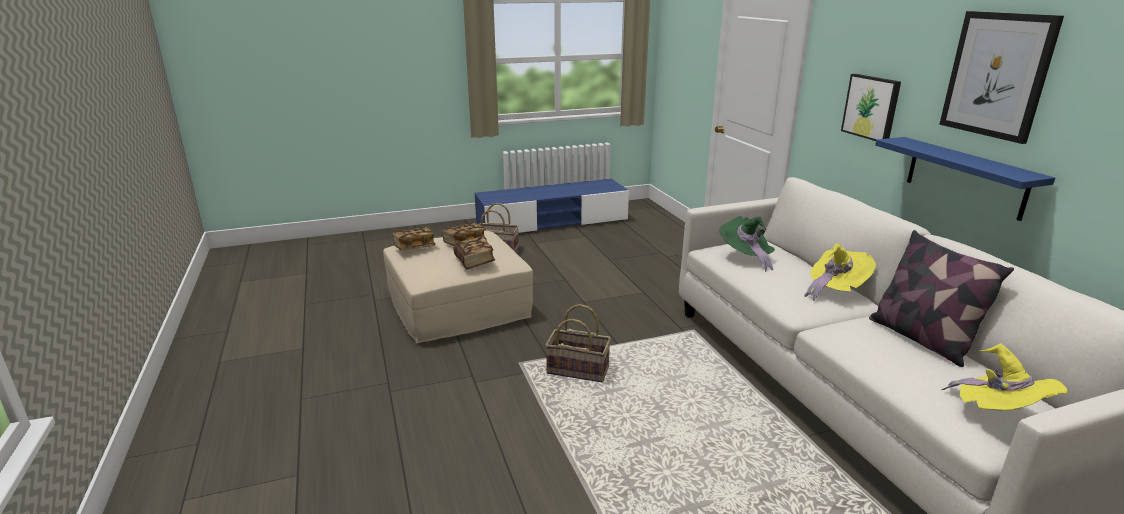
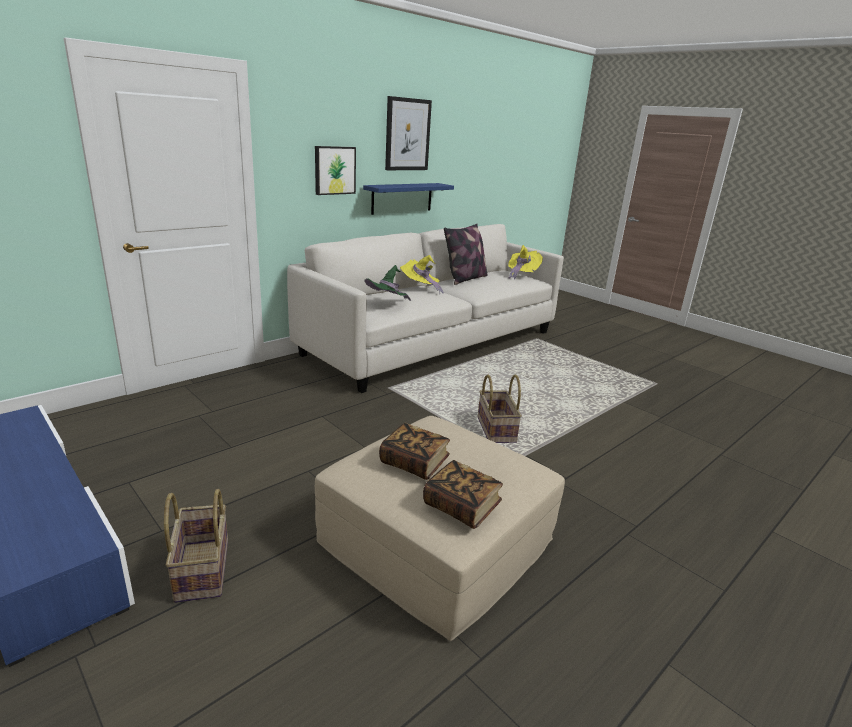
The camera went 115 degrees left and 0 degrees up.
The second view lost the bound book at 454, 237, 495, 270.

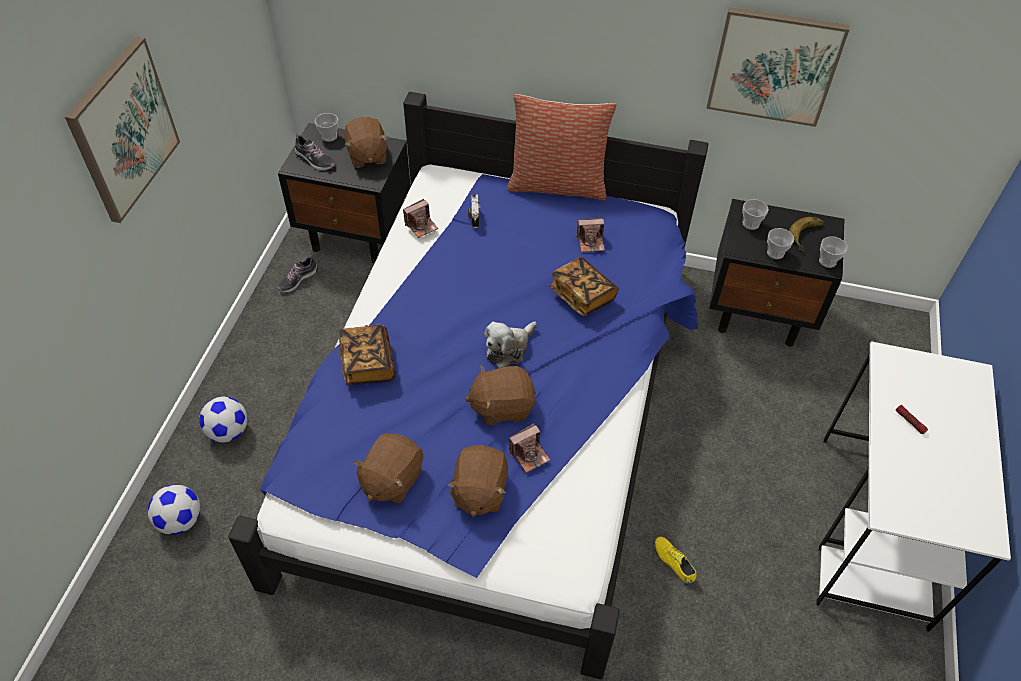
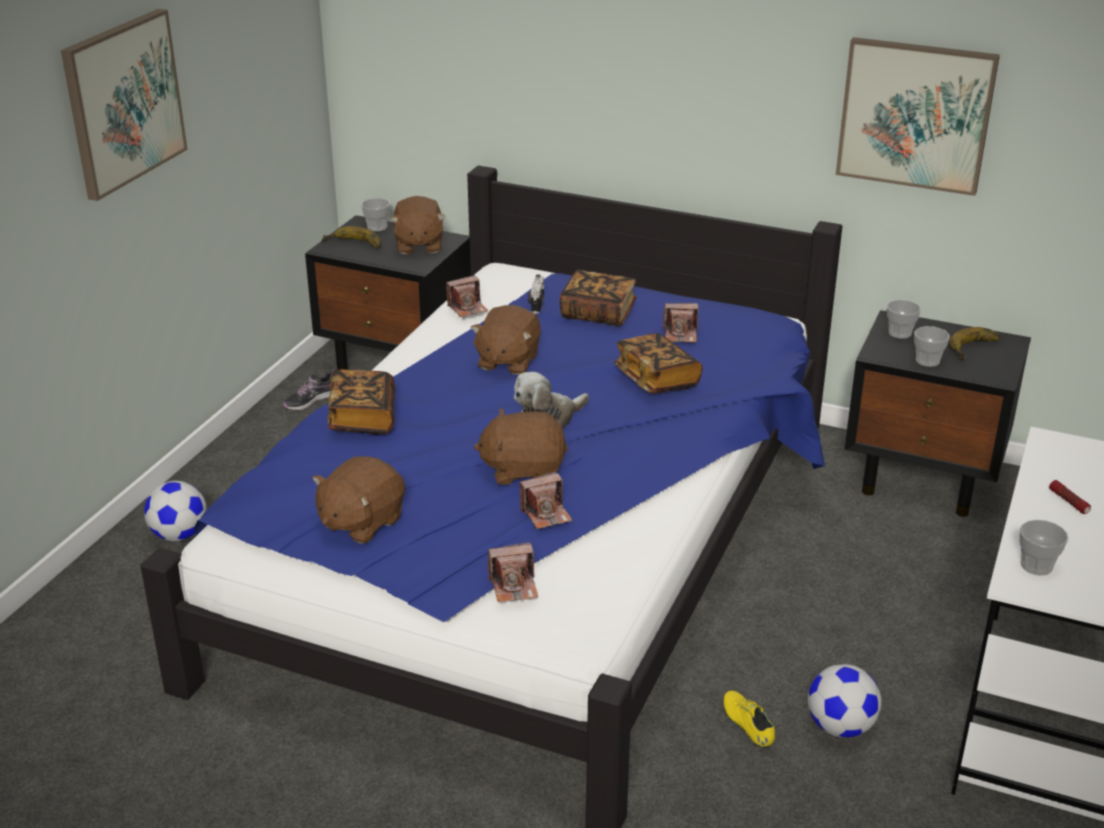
The camera went 10 degrees right and 20 degrees down.
The football ended up elsewhere, having gone from 148, 485, 200, 535 to 807, 664, 882, 738.
Where the shoe stood at 294, 133, 335, 170, the banana came to stand at 322, 226, 381, 249.
The brown soft toy ended up elsewhere, having gone from 447, 445, 508, 517 to 471, 305, 541, 375.
The second view lost the cushion at 507, 94, 616, 201.
The small cup ended up elsewhere, having gone from 819, 236, 848, 268 to 1019, 520, 1068, 575.
The second view gained the photo camera at 488, 542, 538, 602.
The second view gained the bound book at 560, 270, 637, 326.

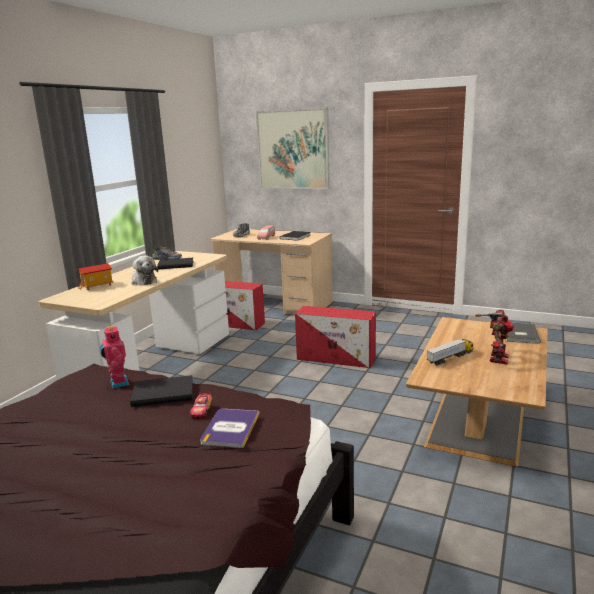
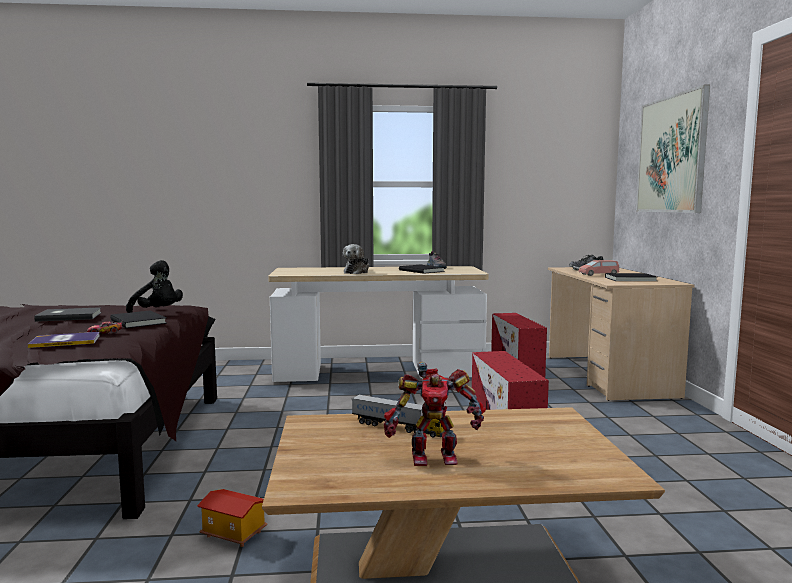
The camera went 60 degrees right and 10 degrees down.
The toy house ended up elsewhere, having gone from 77, 263, 114, 290 to 197, 489, 268, 547.
Where the model robot stood at 100, 325, 129, 389, the black soft toy came to stand at 126, 260, 183, 313.
The greyish bound book ended up elsewhere, having gone from 505, 323, 541, 344 to 34, 307, 102, 322.

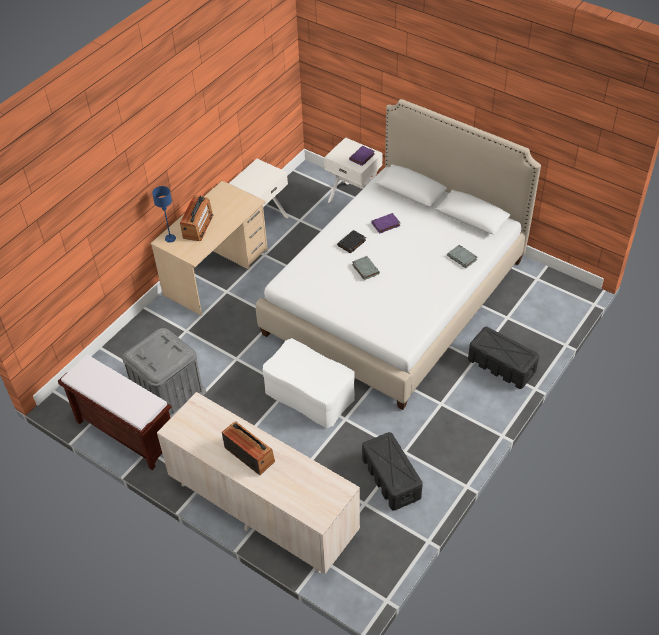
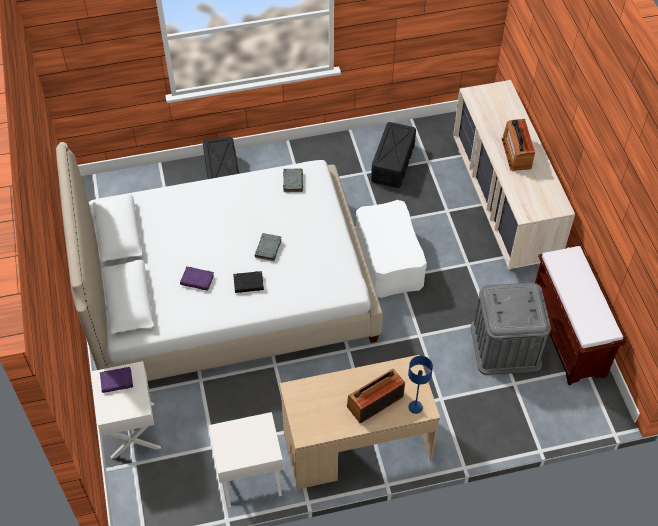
The camera went 140 degrees left and 5 degrees up.
The greyish bound book ended up elsewhere, having gone from 447, 245, 477, 268 to 283, 169, 303, 192.

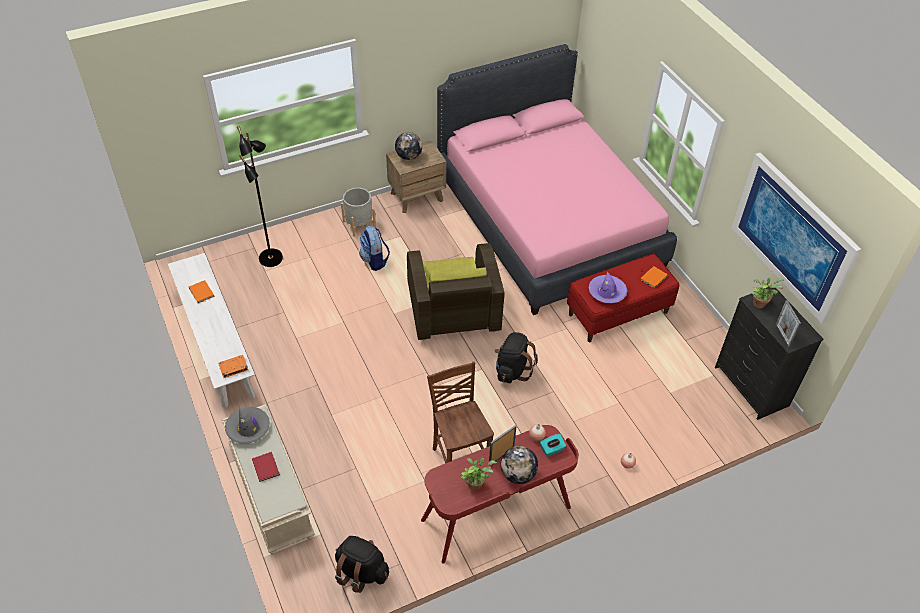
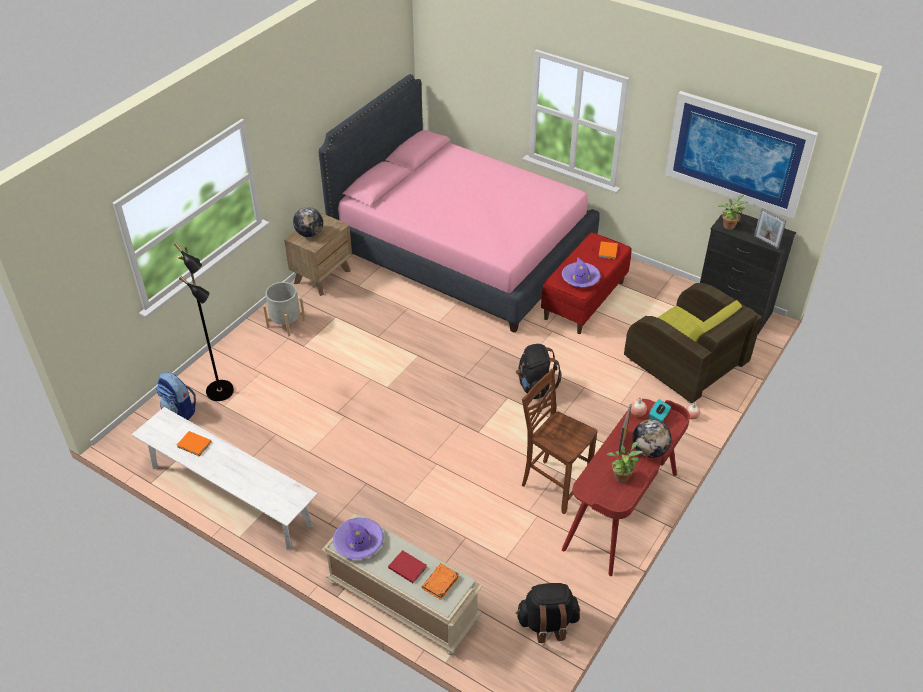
The camera went 30 degrees left and 5 degrees down.
The orange bound book ended up elsewhere, having gone from 218, 355, 248, 378 to 422, 563, 459, 600.
What was the greyish wearable hat at 225, 407, 270, 444 turned into the purplish wearable hat at 333, 517, 384, 559.
The backpack ended up elsewhere, having gone from 359, 225, 390, 271 to 156, 372, 196, 420.
The brown easy chair ended up elsewhere, having gone from 407, 243, 505, 340 to 624, 283, 762, 403.

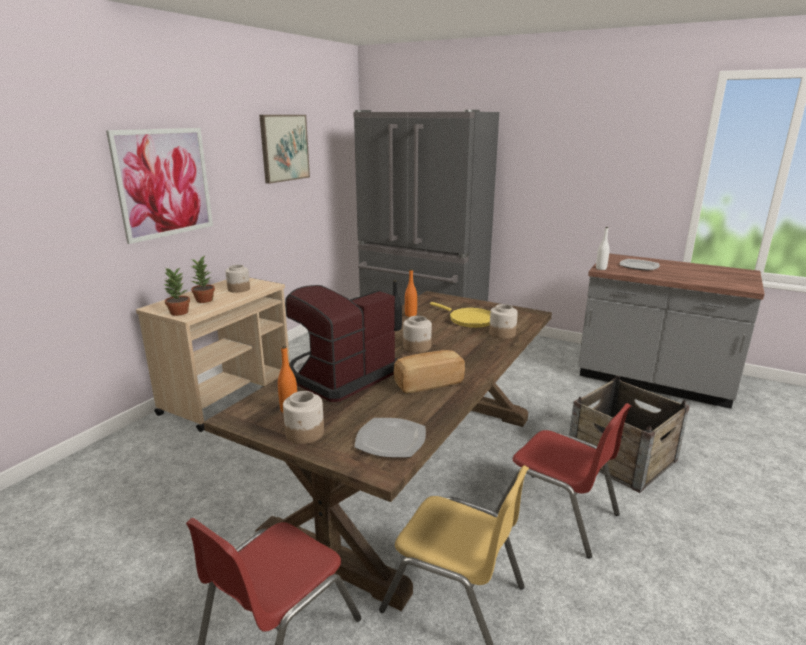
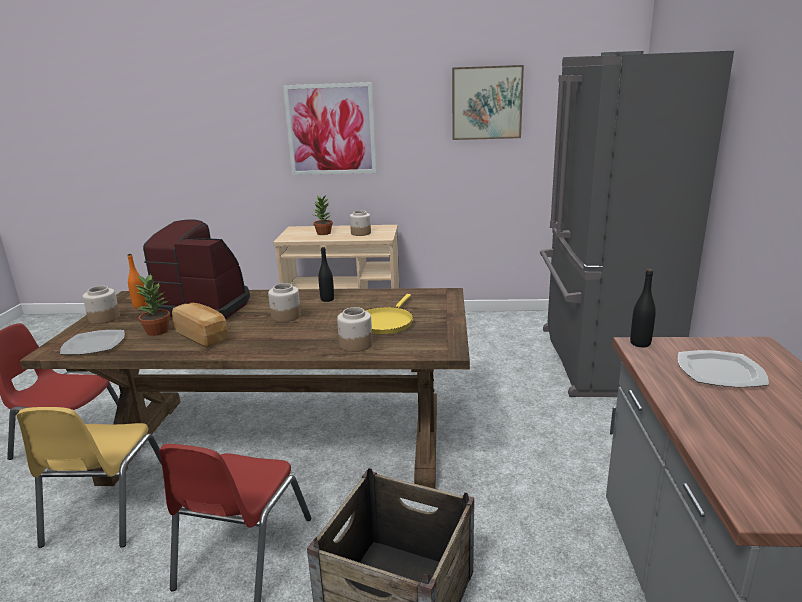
The camera went 65 degrees right and 0 degrees up.
The plant in a pot ended up elsewhere, having gone from 163, 267, 190, 316 to 136, 274, 171, 336.
The second view lost the orange bottle at 405, 269, 417, 317.
What was the white-coloured bottle at 596, 227, 610, 270 turned into the black bottle at 630, 269, 656, 347.

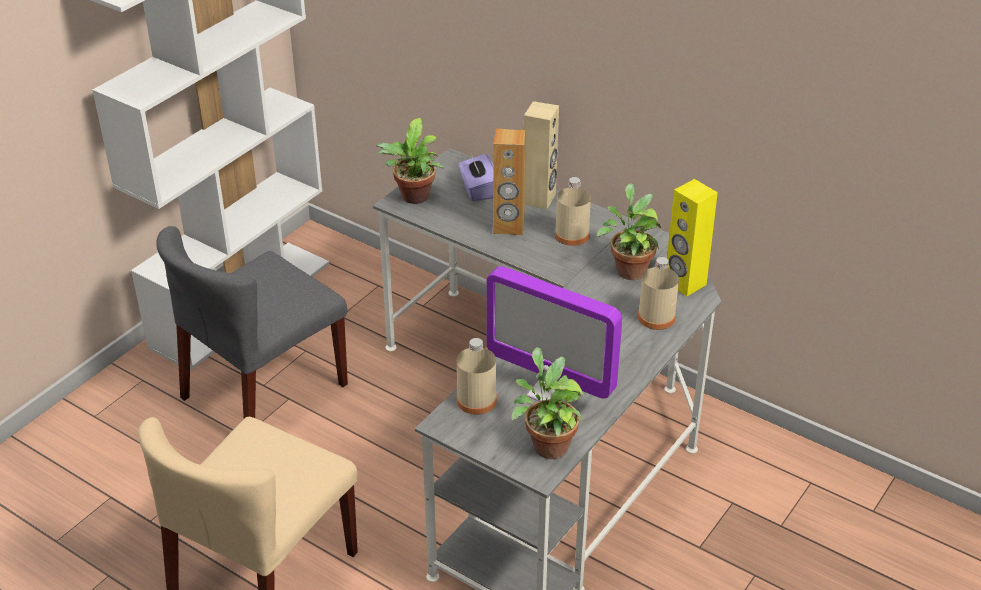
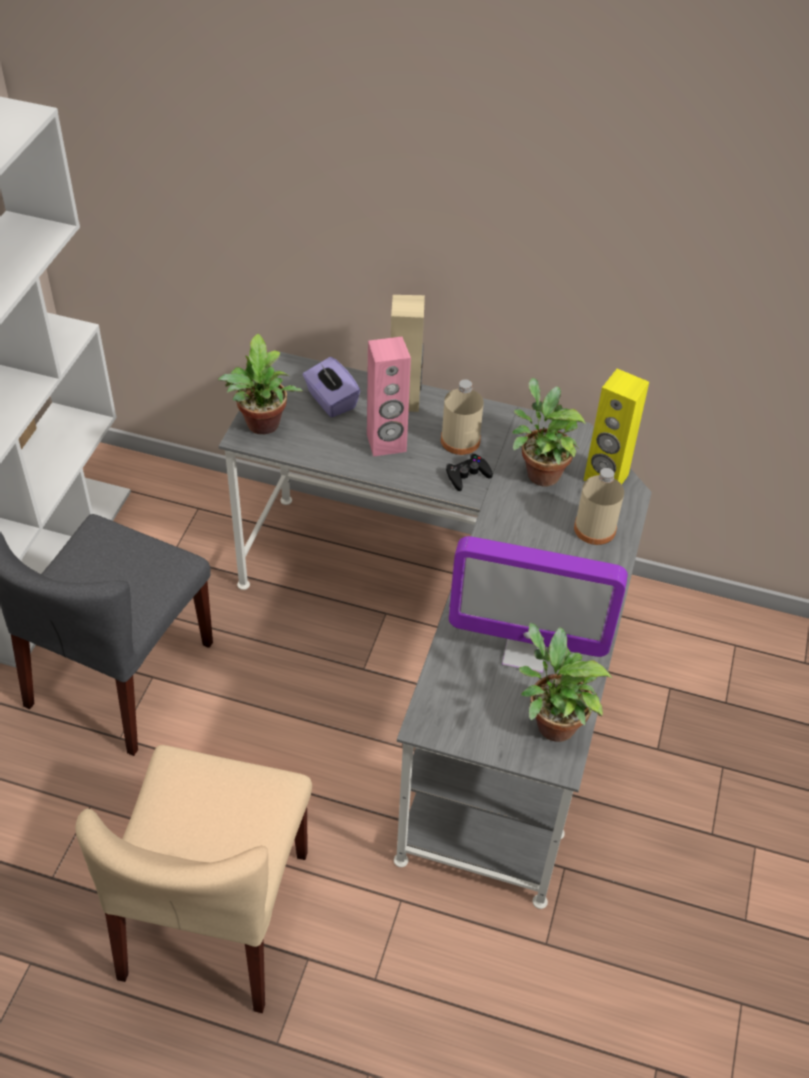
The camera went 20 degrees left and 10 degrees up.
The second view lost the beige-coloured bottle at 457, 338, 497, 415.
What was the brown loudspeaker at 493, 129, 525, 235 turned into the pink loudspeaker at 367, 336, 411, 457.
The second view gained the black gamepad at 446, 453, 493, 491.

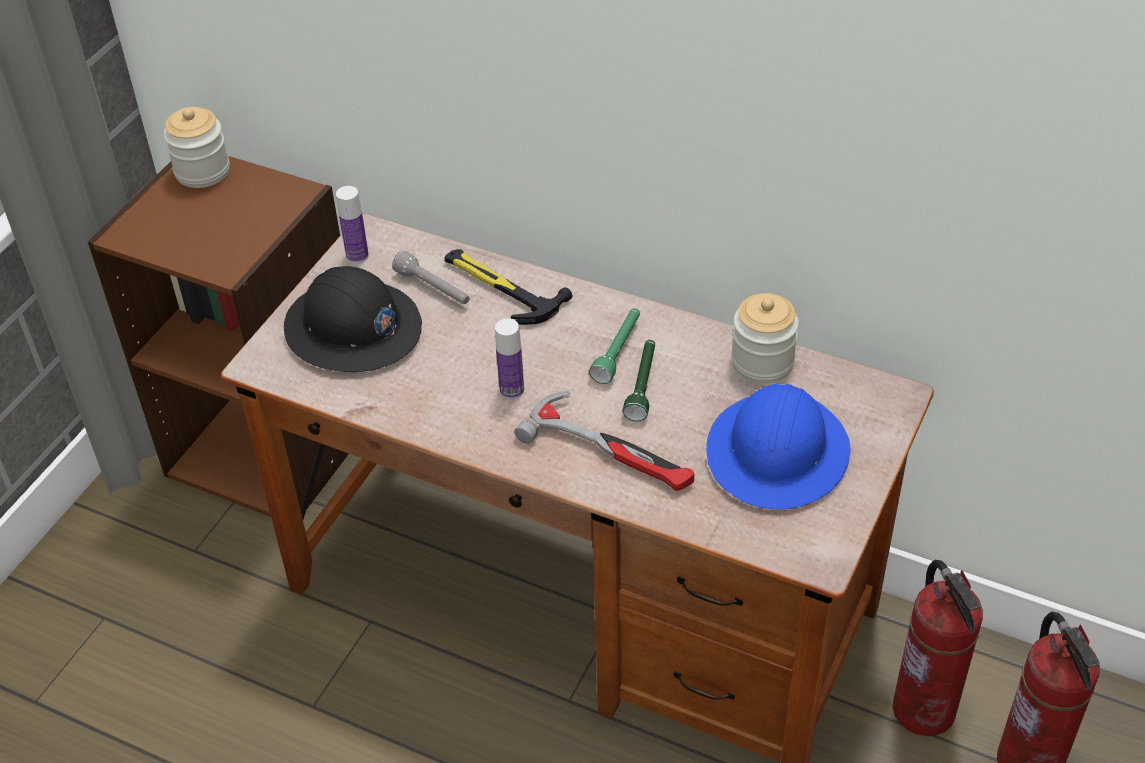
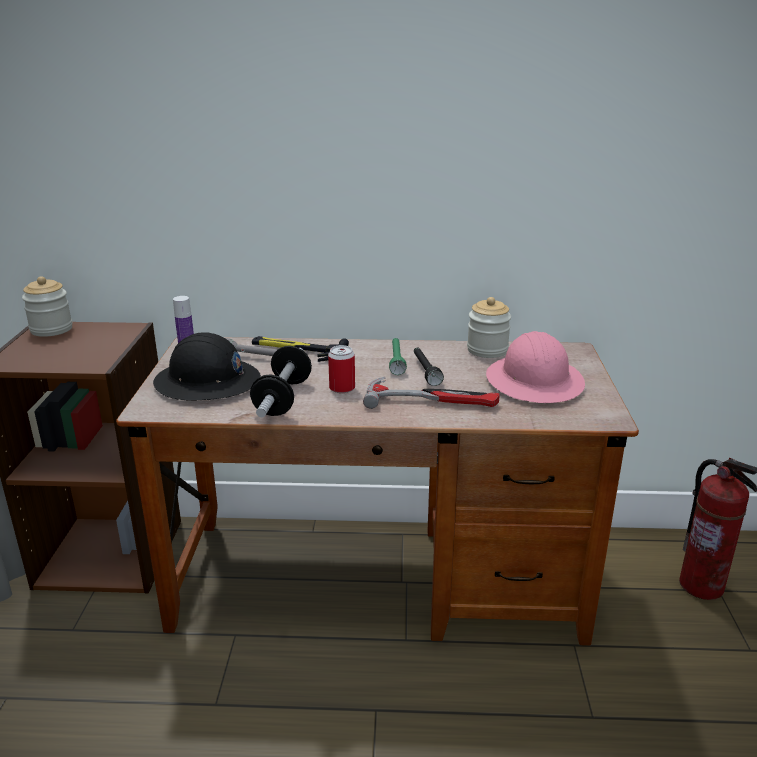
The camera went 25 degrees left and 20 degrees down.
Where the bottle stood at 495, 318, 524, 399, the sealed can came to stand at 328, 345, 355, 393.
What was the green-coloured torch at 623, 340, 655, 422 turned into the black torch at 414, 348, 444, 386.
What was the blue hard hat at 706, 384, 850, 510 turned into the pink hard hat at 486, 331, 585, 403.
The second view lost the extinguisher at 893, 560, 983, 736.
The second view gained the hand weight at 250, 346, 312, 417.

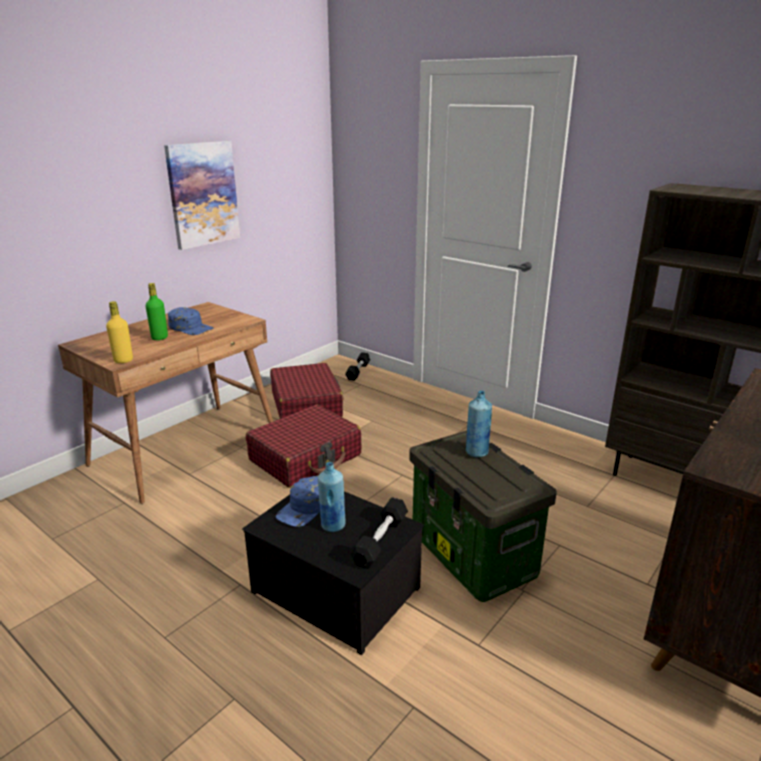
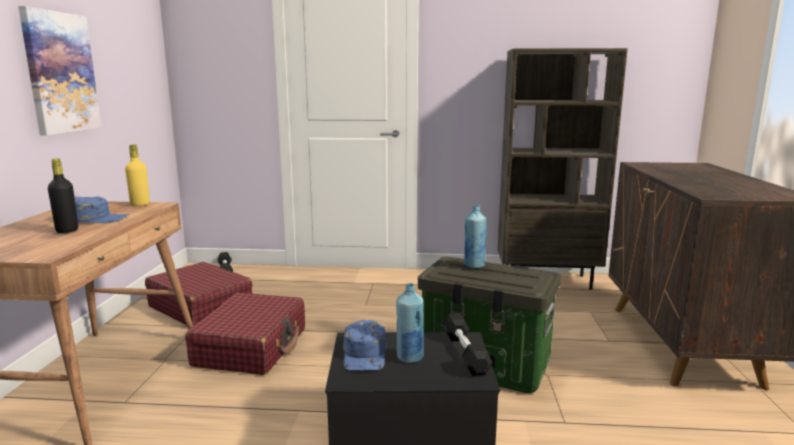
The camera went 35 degrees left and 10 degrees down.
The yellow-coloured bottle ended up elsewhere, having gone from 106, 301, 133, 363 to 125, 144, 150, 206.
What was the green-coloured bottle at 146, 283, 168, 340 turned into the black bottle at 48, 159, 78, 233.

